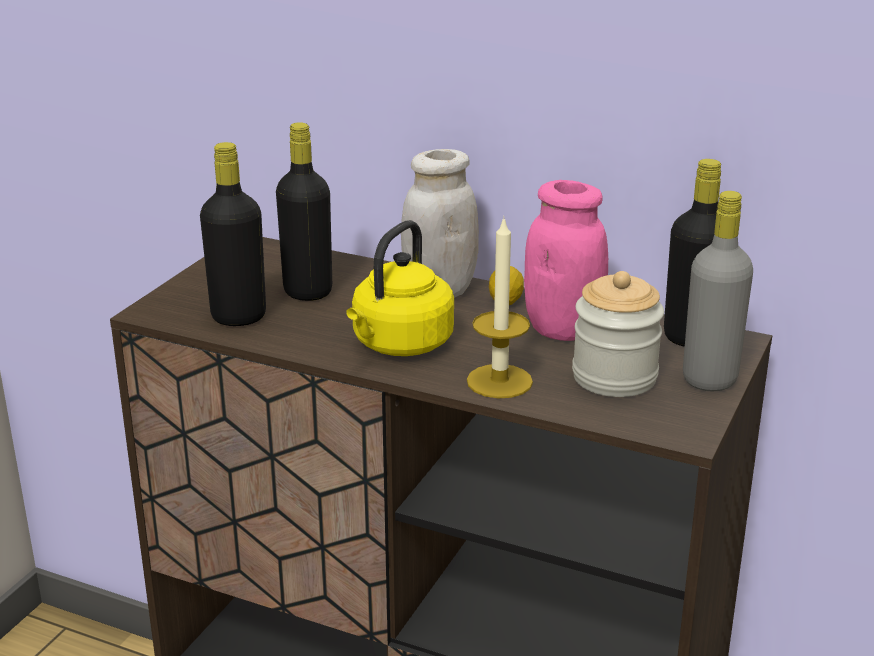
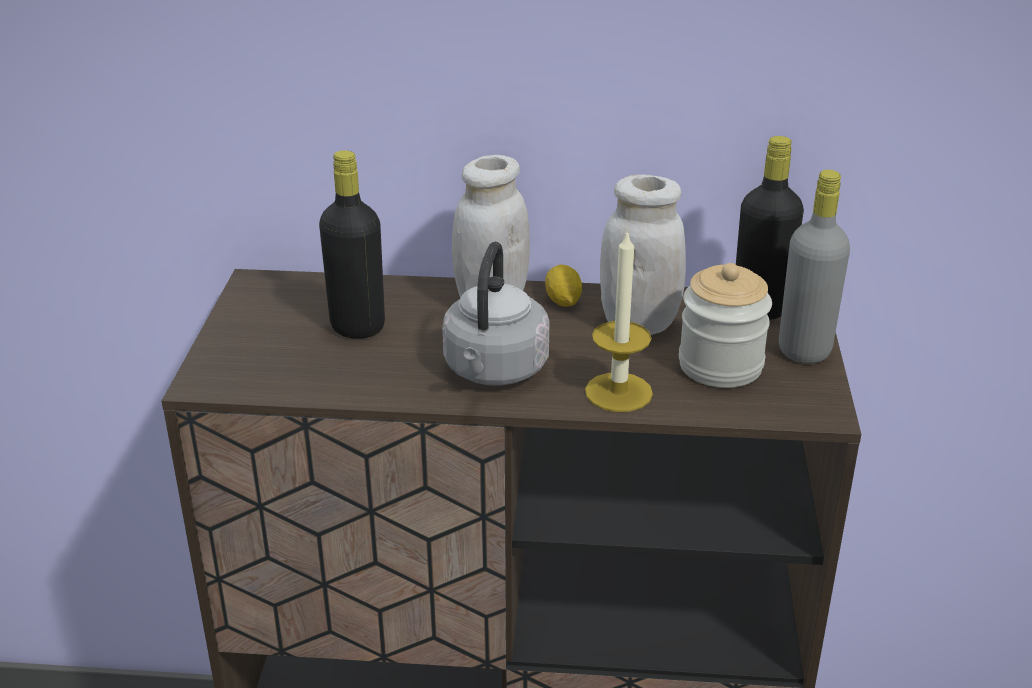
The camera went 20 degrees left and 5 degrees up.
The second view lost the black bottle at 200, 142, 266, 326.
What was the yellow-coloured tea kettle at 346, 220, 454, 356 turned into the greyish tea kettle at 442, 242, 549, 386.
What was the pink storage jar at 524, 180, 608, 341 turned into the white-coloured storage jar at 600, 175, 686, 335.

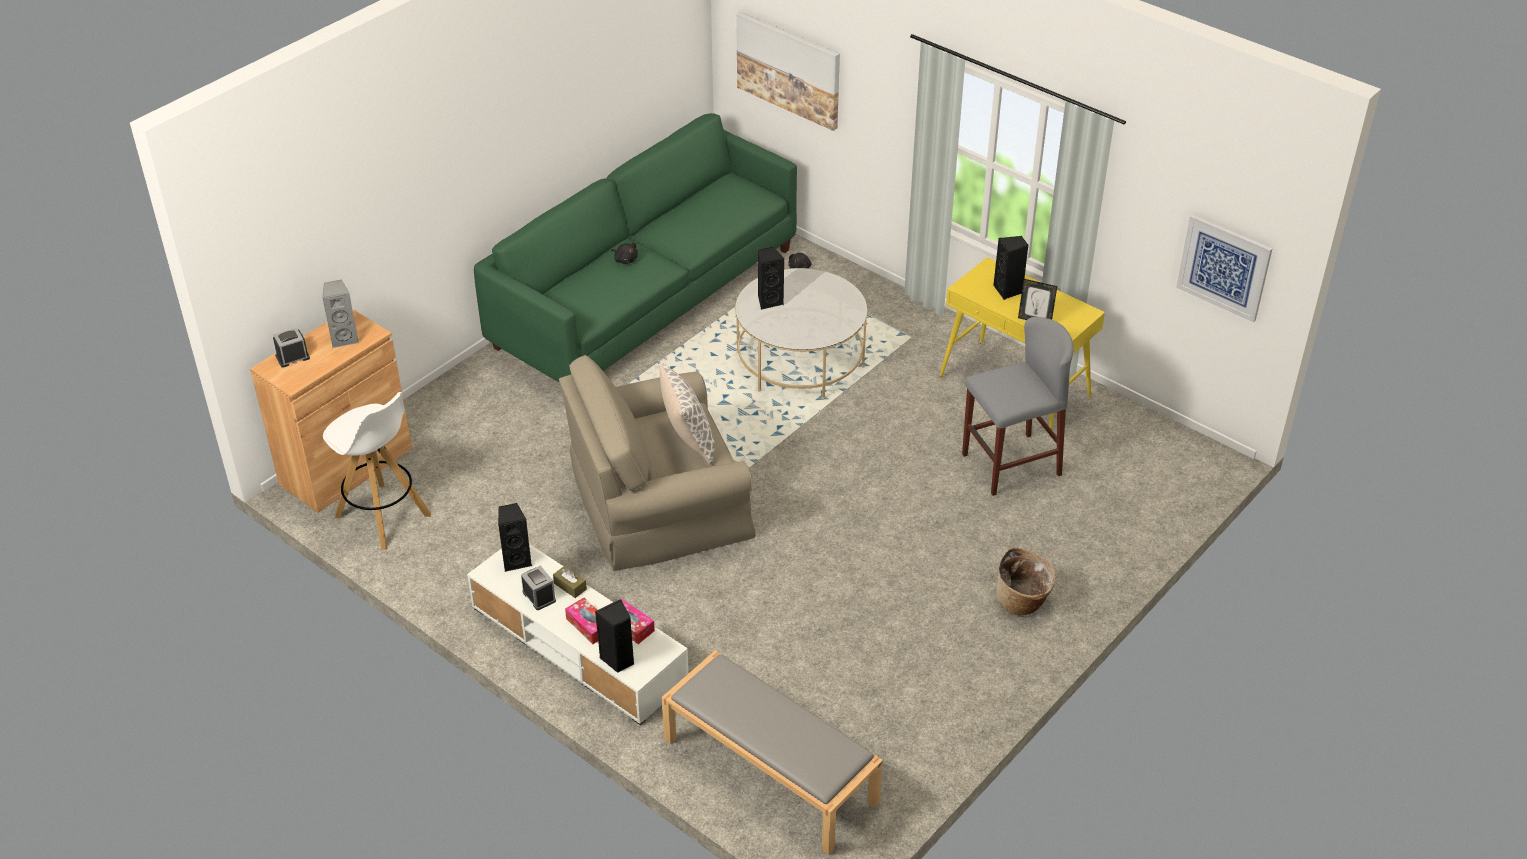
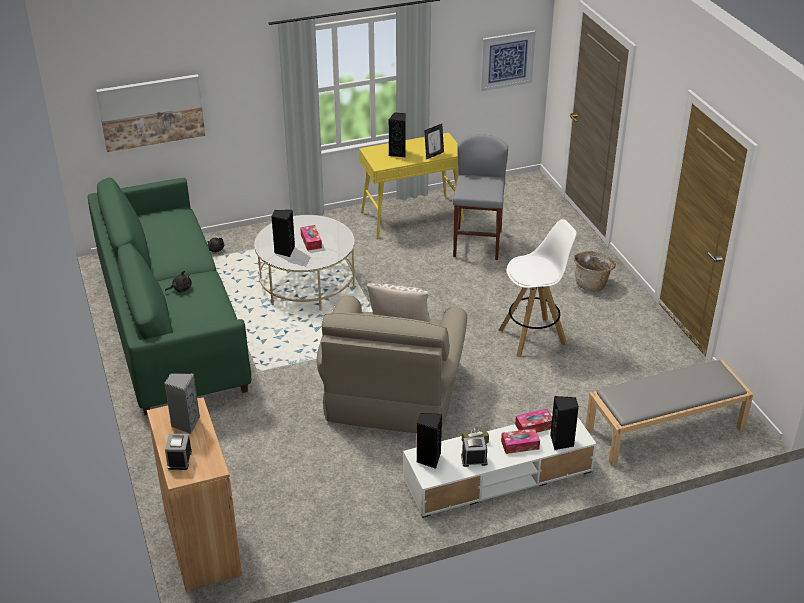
The camera went 60 degrees left and 5 degrees down.
The white-coloured stool ended up elsewhere, having gone from 323, 392, 431, 550 to 498, 219, 577, 357.
The second view gained the box of tissues at 300, 225, 322, 251.

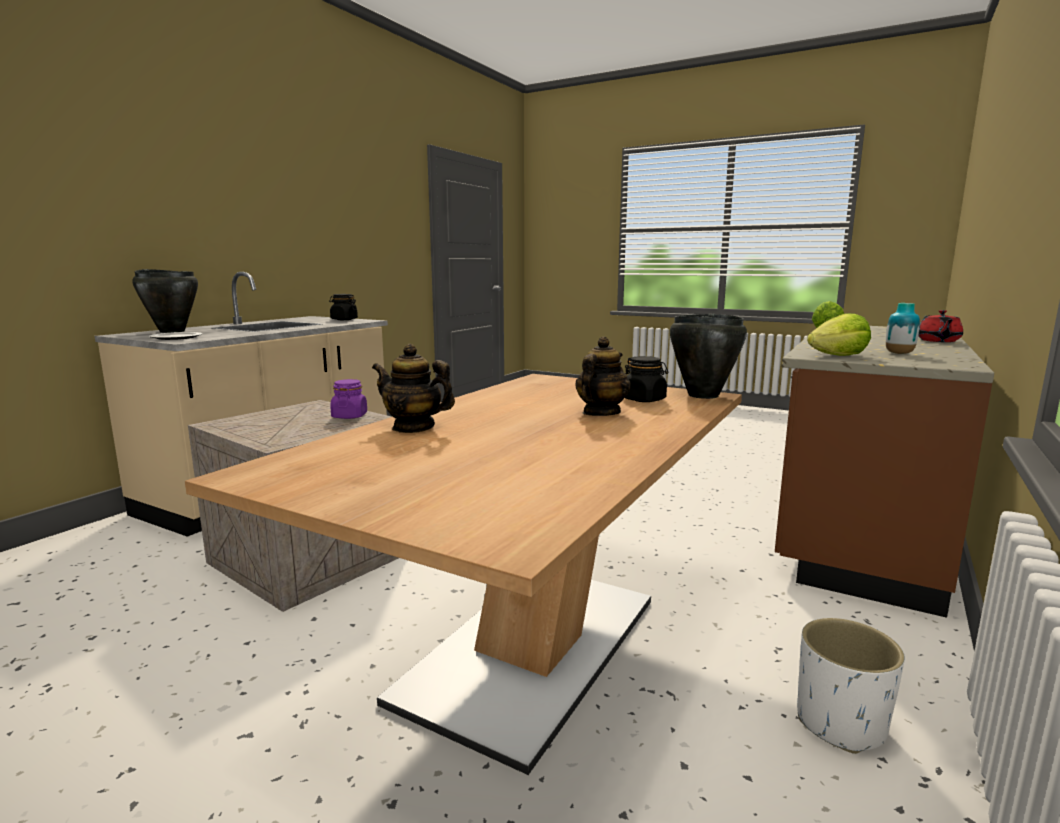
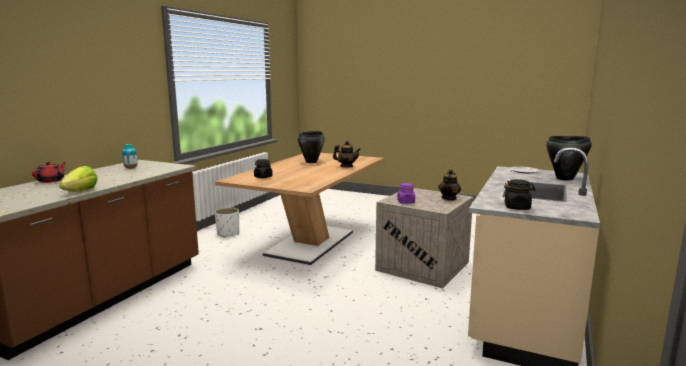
The camera went 175 degrees right and 0 degrees up.
The tea pot ended up elsewhere, having gone from 575, 337, 631, 416 to 438, 169, 461, 201.
The black cooking pot ended up elsewhere, having gone from 670, 314, 747, 399 to 298, 131, 325, 163.
The second view lost the lettuce at 807, 313, 871, 356.

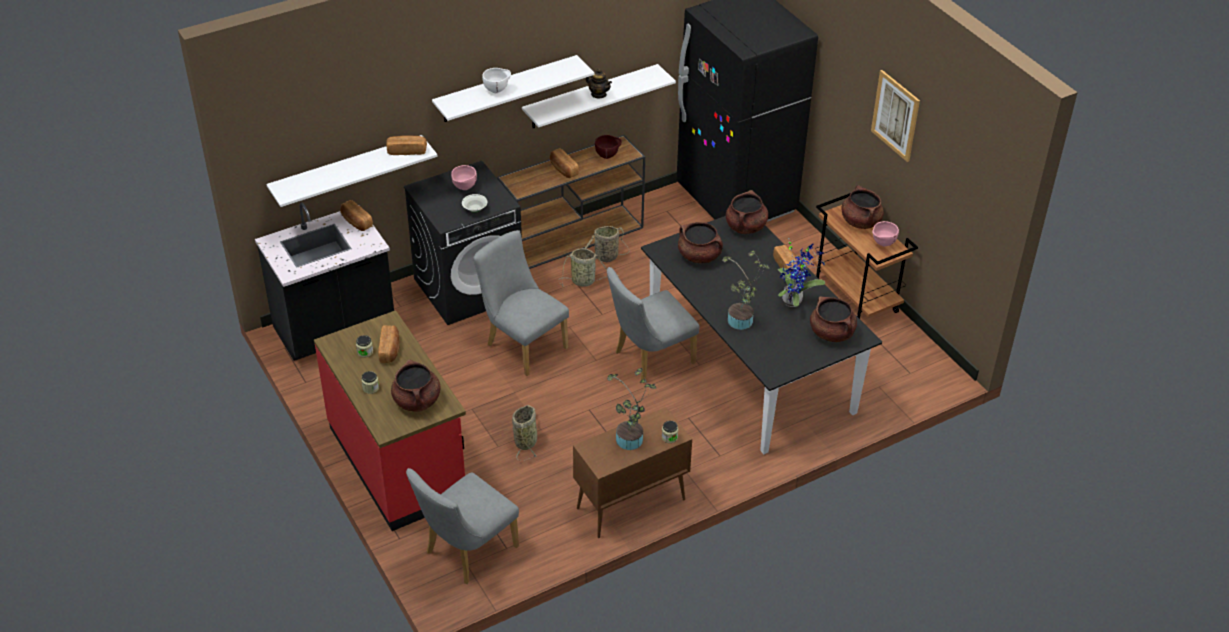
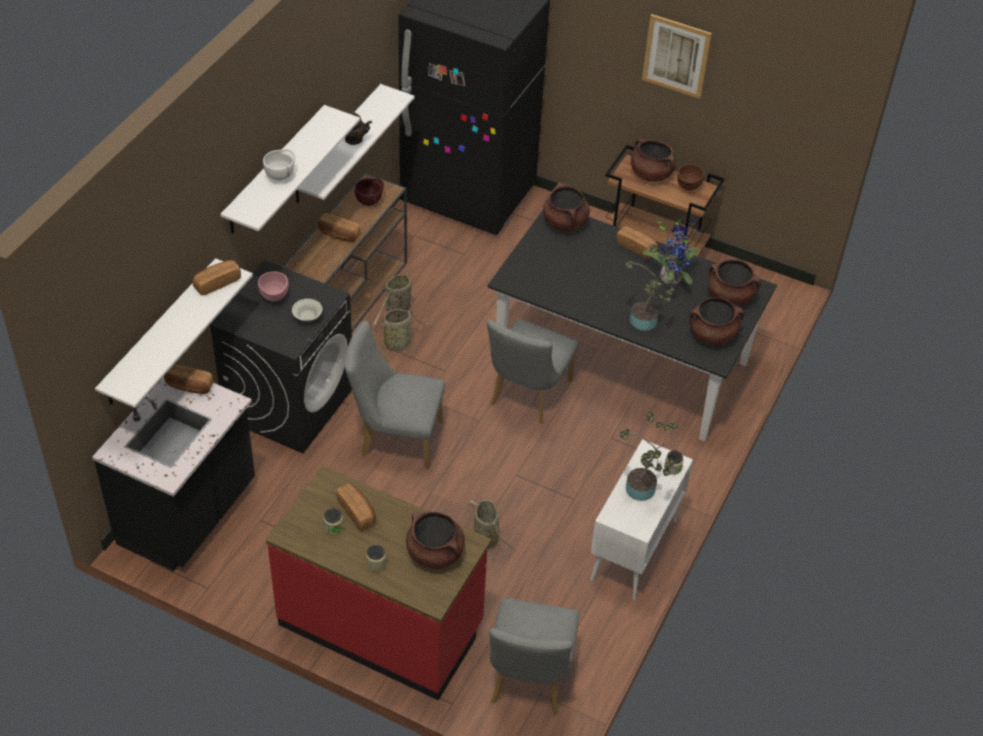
The camera went 35 degrees left and 5 degrees up.
What was the brown storage cabinet at 573, 407, 692, 538 turned into the white-coloured storage cabinet at 590, 439, 693, 600.
The brown cooking pot ended up elsewhere, having gone from 678, 222, 723, 263 to 689, 297, 744, 345.
What was the pink bowl at 872, 221, 899, 246 turned into the brown bowl at 677, 164, 704, 190.

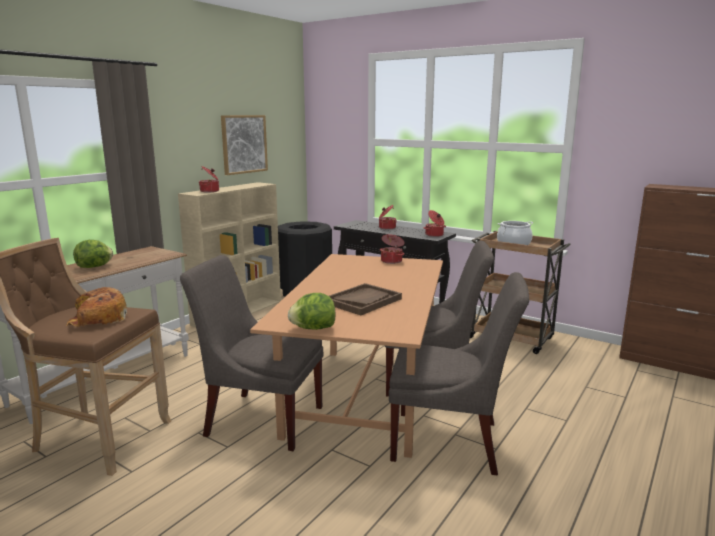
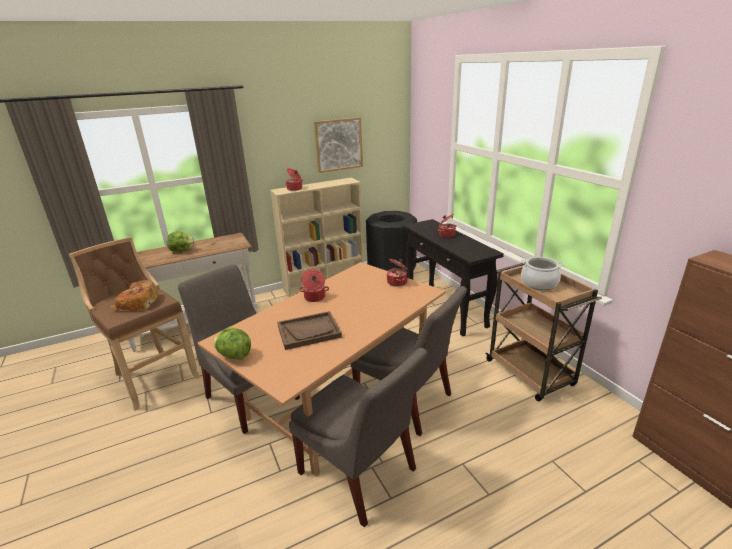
The camera went 30 degrees right and 10 degrees up.
The cooking pot ended up elsewhere, having gone from 424, 210, 446, 237 to 299, 269, 329, 302.

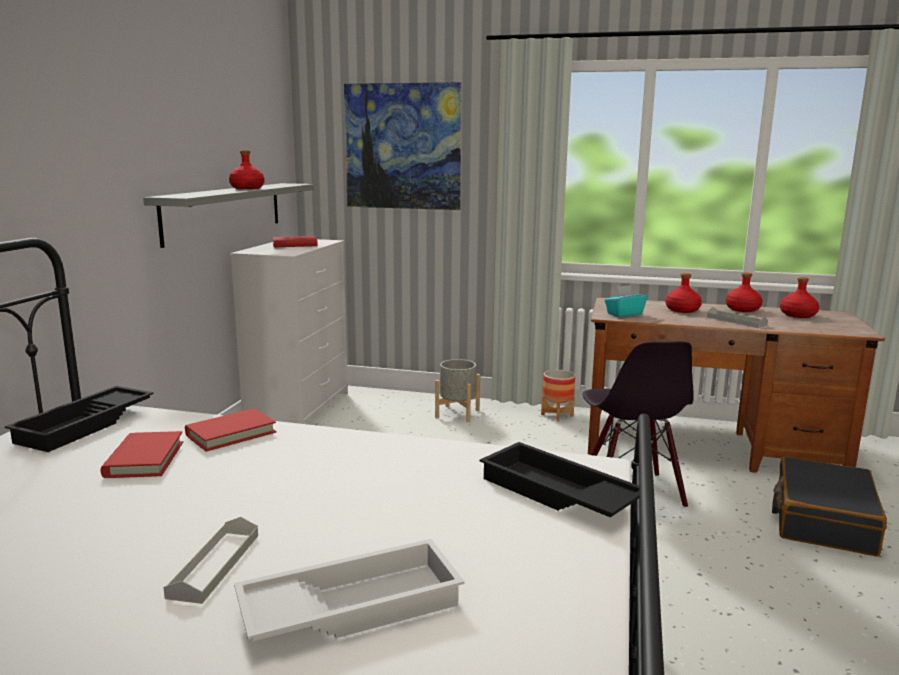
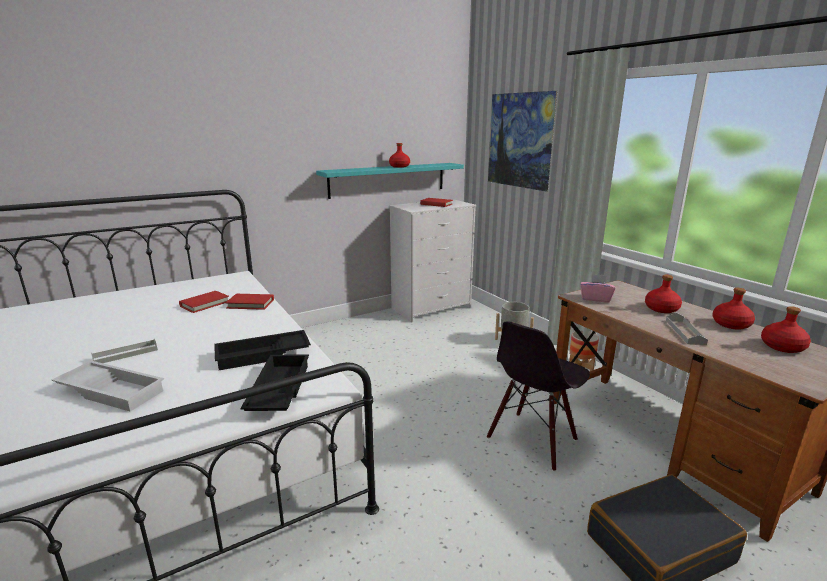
The camera went 45 degrees right and 5 degrees up.
The black tray ended up elsewhere, having gone from 5, 386, 154, 452 to 214, 330, 311, 370.
What was the greyish bracket shelf at 143, 183, 314, 248 turned into the turquoise bracket shelf at 316, 163, 464, 199.
What was the turquoise box of tissues at 604, 285, 647, 317 turned into the pink box of tissues at 580, 274, 616, 303.

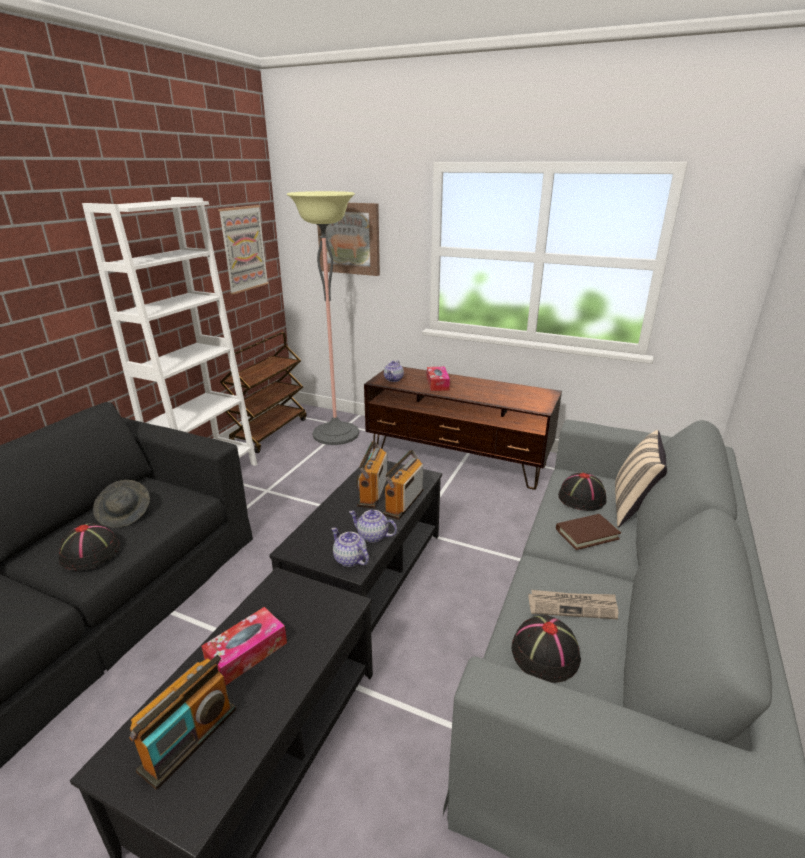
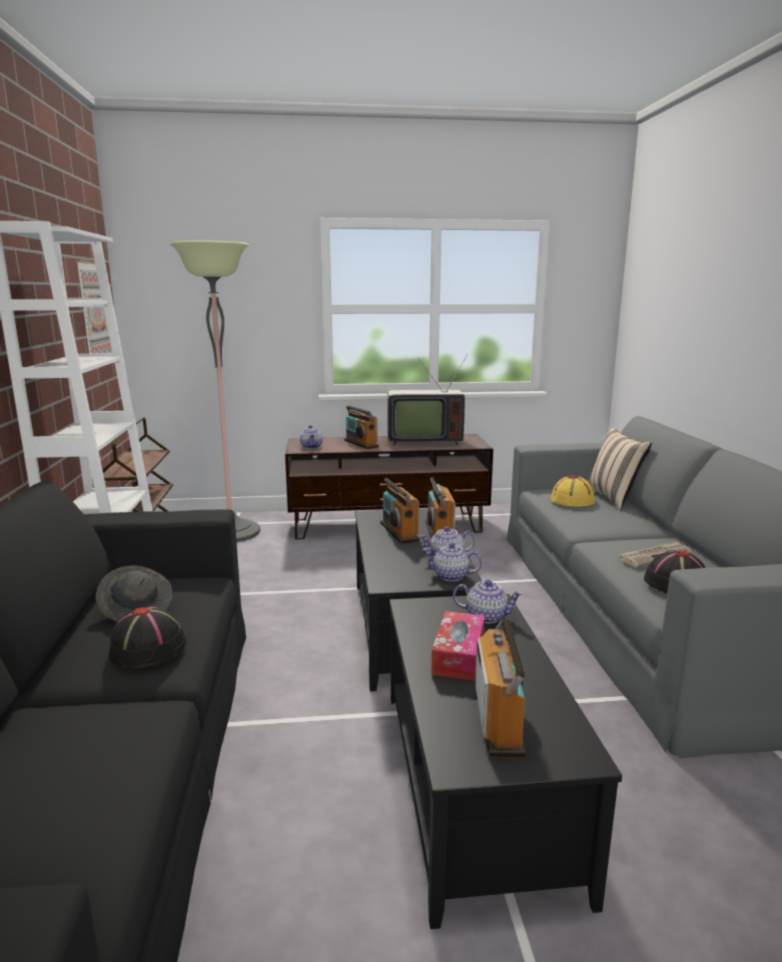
The camera went 30 degrees left and 10 degrees down.
The second view lost the wall picture at 317, 203, 380, 276.
Where the box of tissues stood at 427, 367, 450, 391, the radio came to stand at 344, 405, 379, 449.
The second view lost the brown bound book at 556, 514, 621, 550.
What was the black wearable hat at 558, 473, 606, 511 turned into the yellow-coloured wearable hat at 551, 475, 595, 507.
The second view gained the television at 387, 354, 468, 445.
The second view gained the tea pot at 453, 579, 523, 623.

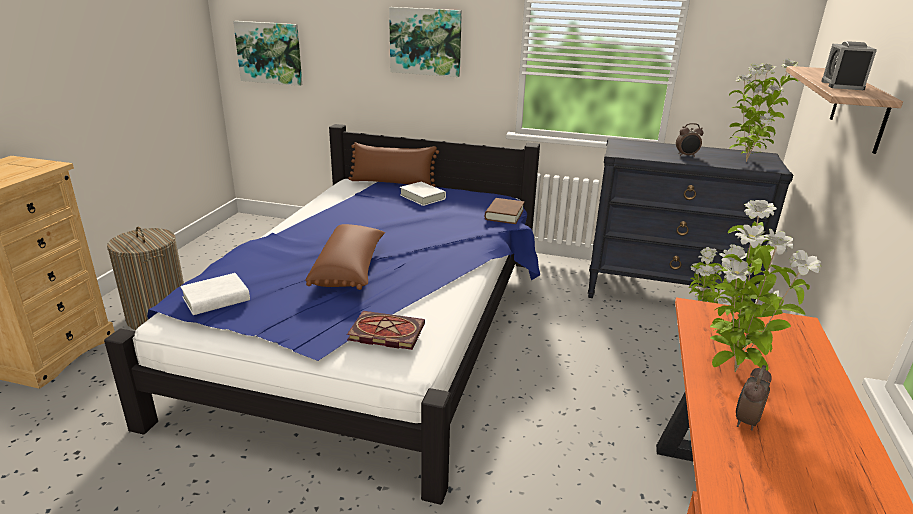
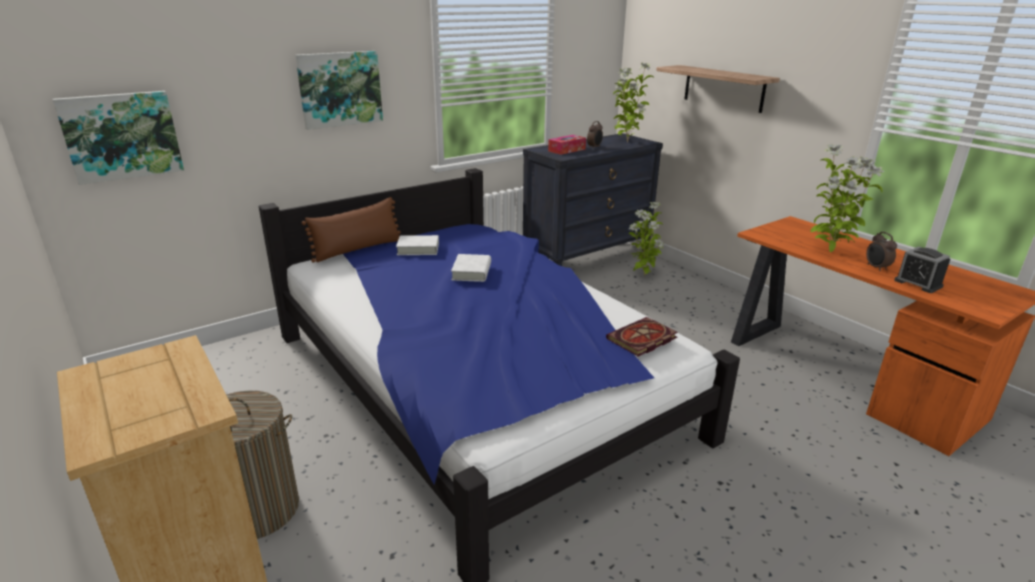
The camera went 50 degrees left and 0 degrees up.
The white-coloured bound book ended up elsewhere, having gone from 180, 273, 250, 315 to 451, 254, 491, 282.
The second view lost the brown cushion at 305, 224, 385, 290.
The second view lost the brown bound book at 485, 198, 525, 224.
The table clock ended up elsewhere, having gone from 821, 41, 877, 90 to 894, 247, 950, 293.
The second view gained the box of tissues at 548, 135, 586, 155.

